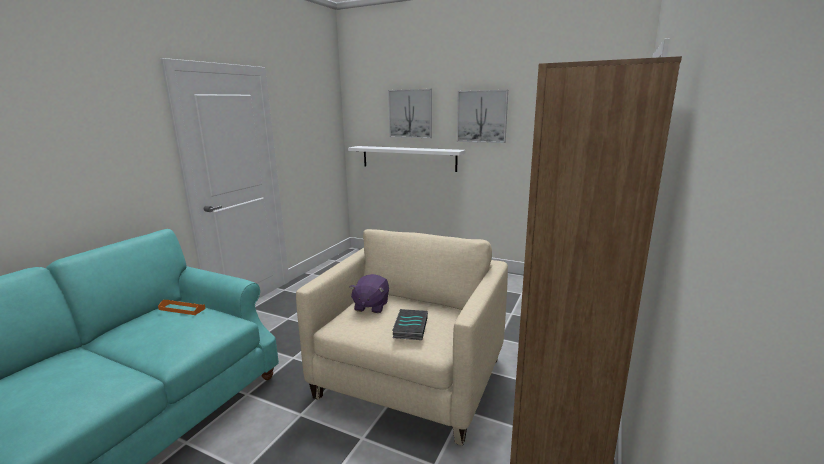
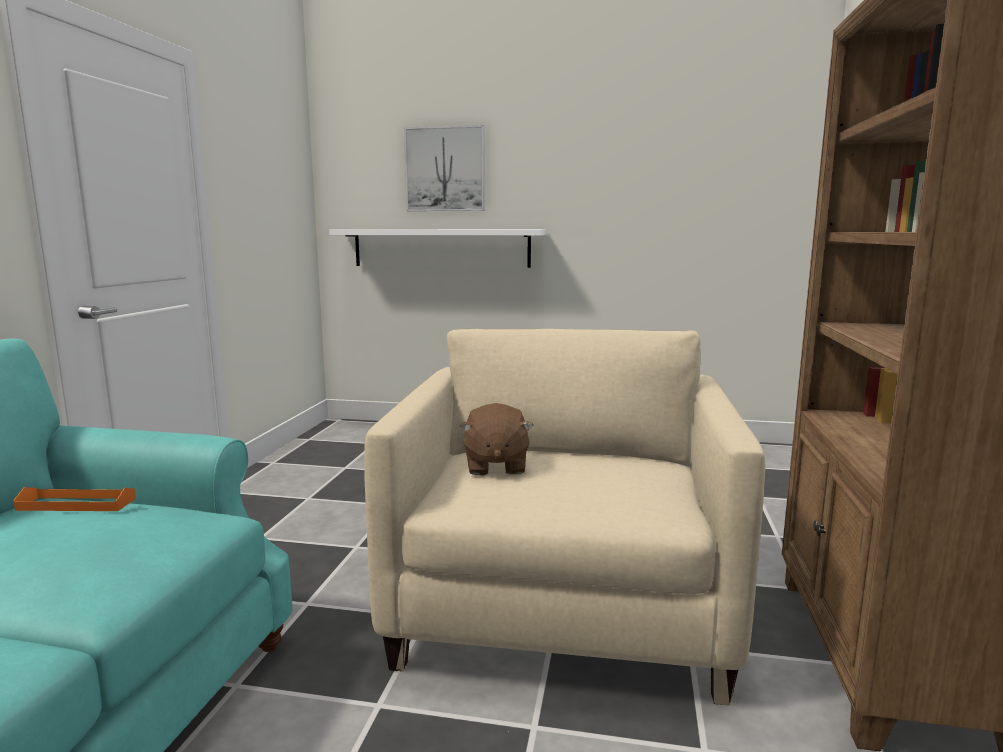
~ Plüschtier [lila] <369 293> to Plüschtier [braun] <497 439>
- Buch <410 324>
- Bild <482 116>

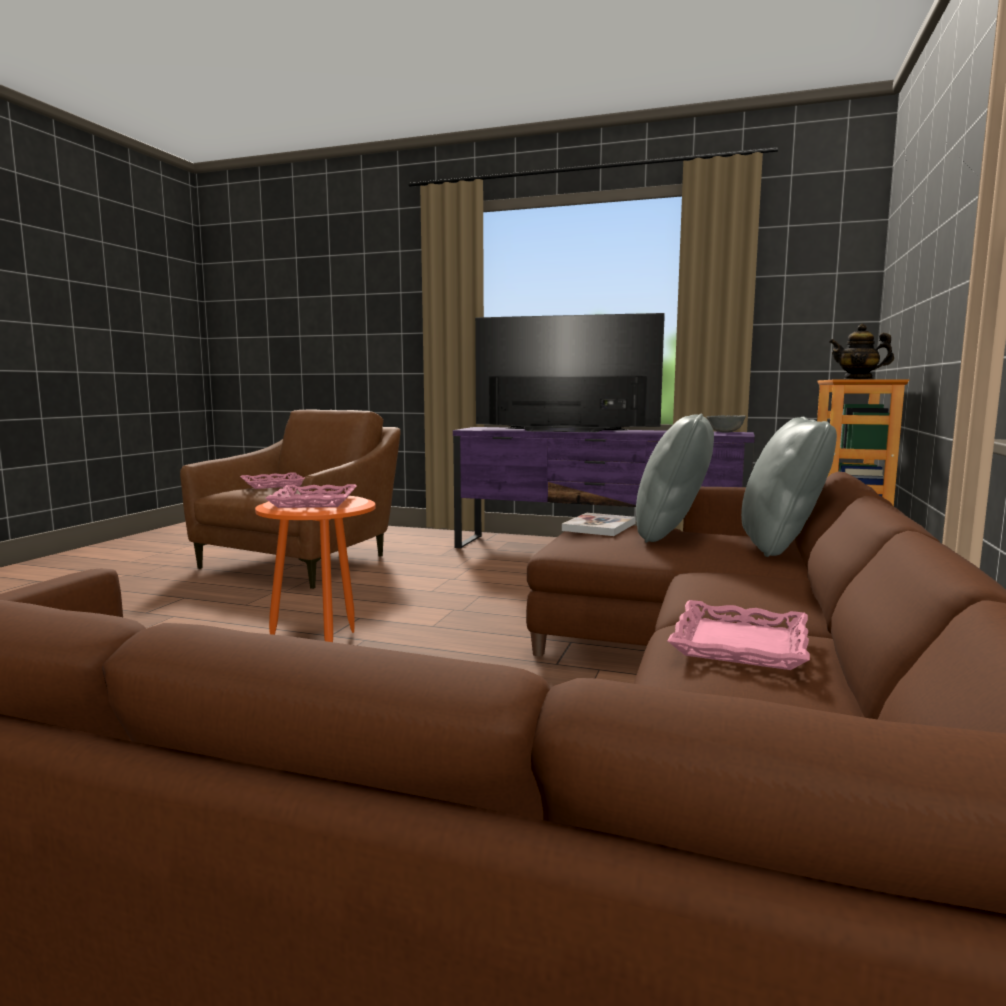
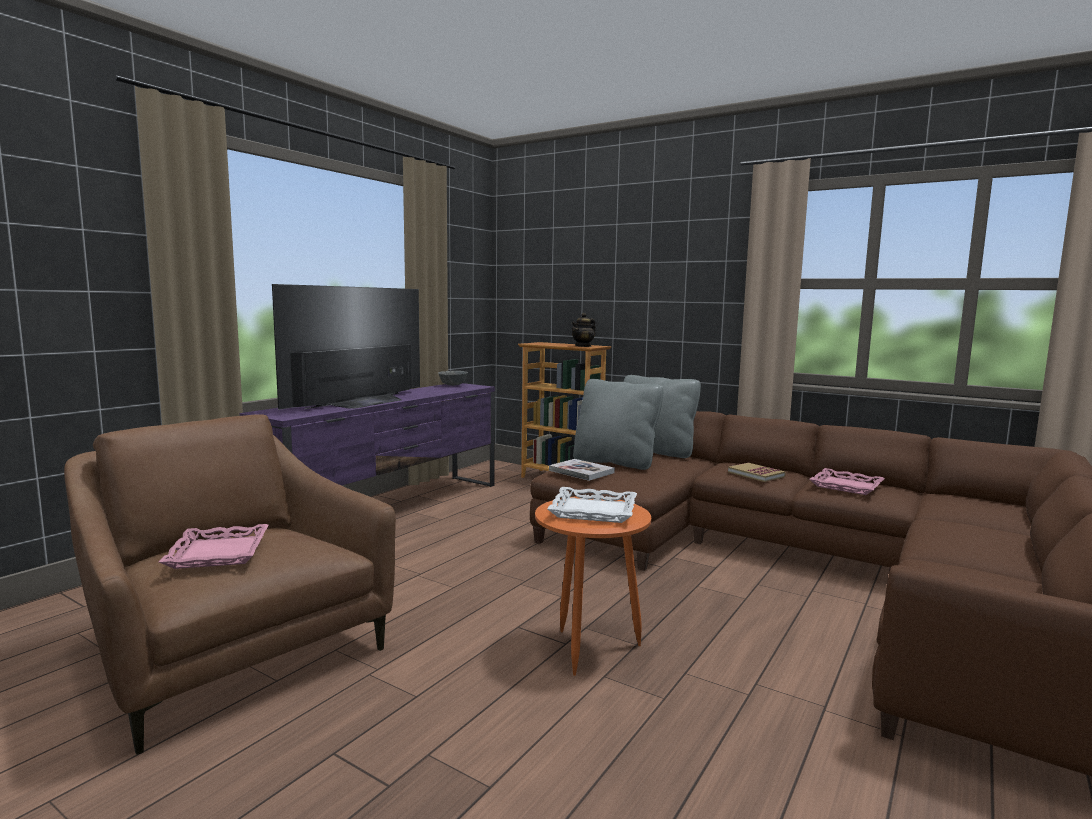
~ Tablett [rosa] <311 496> to Tablett [weiß] <592 505>
+ Buch <757 472>

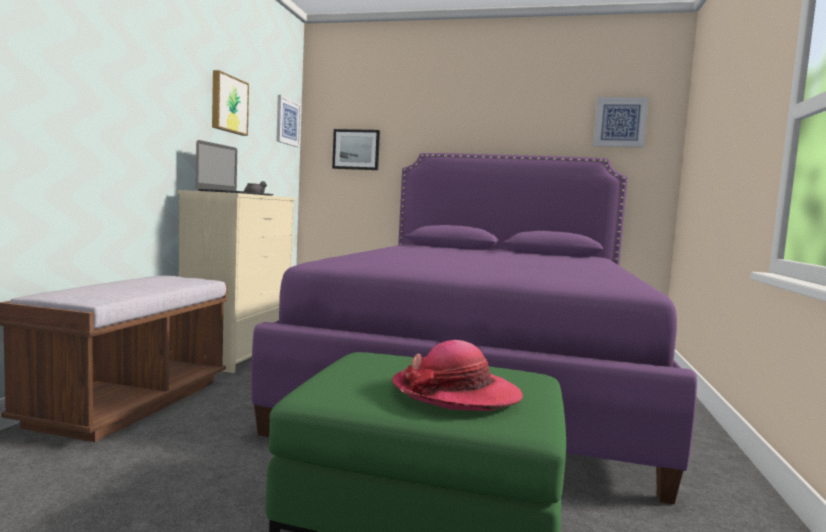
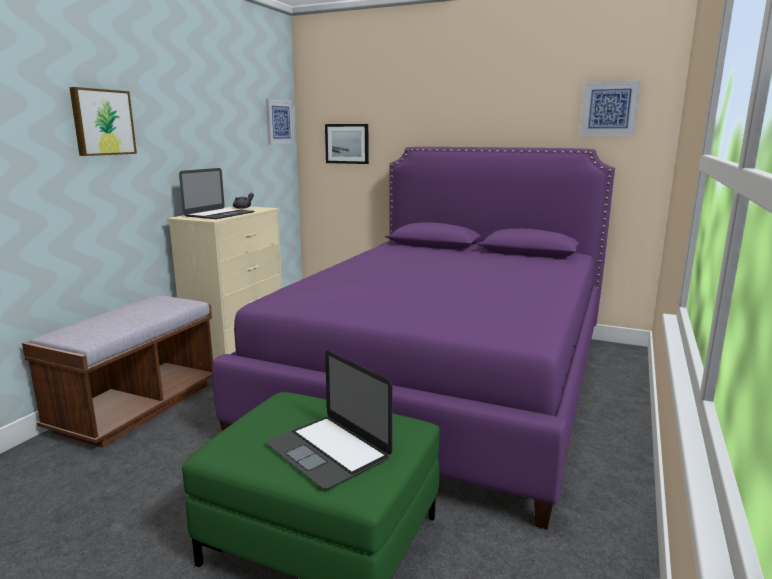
~ Bild <230 103> to <103 121>
~ Hut <457 375> to Laptop <329 420>

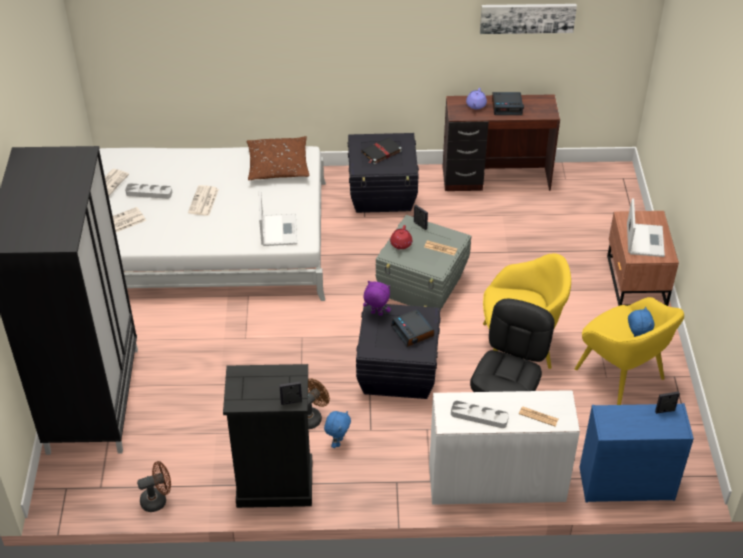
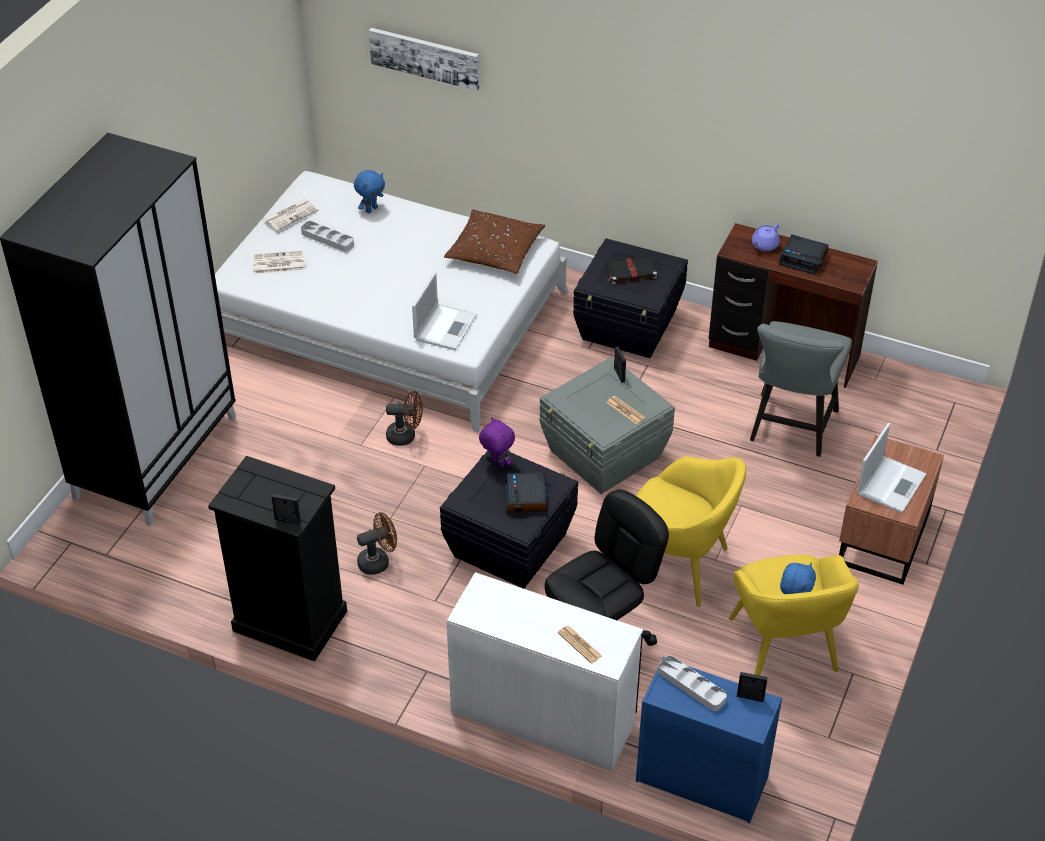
~ Plüschtier [blau] <337 429> to <369 191>
~ Bild <528 19> to <424 59>
~ Ventilator [braun] <154 486> to <404 418>
~ Tablett [grau] <480 414> to <692 683>
+ Stuhl [grau] <801 389>
- Zeitung <203 200>
- Teekanne [rot] <401 237>

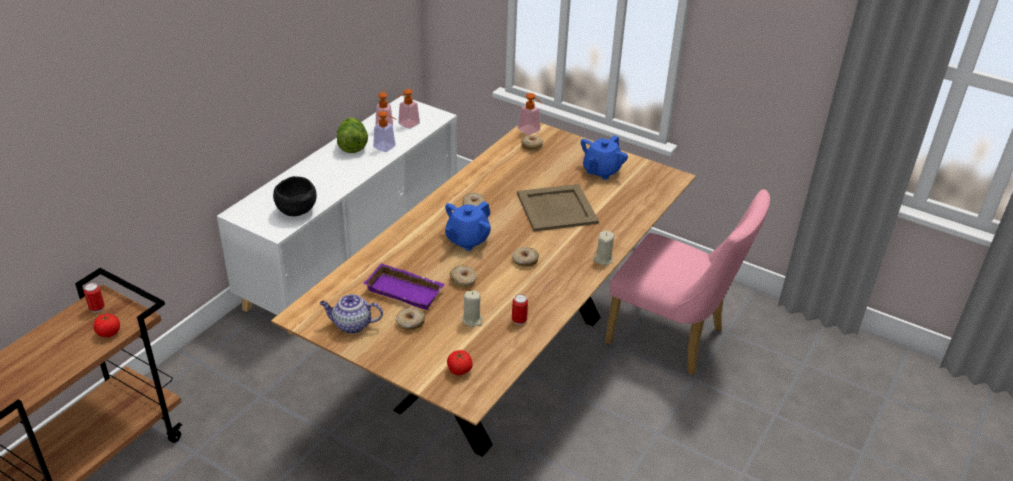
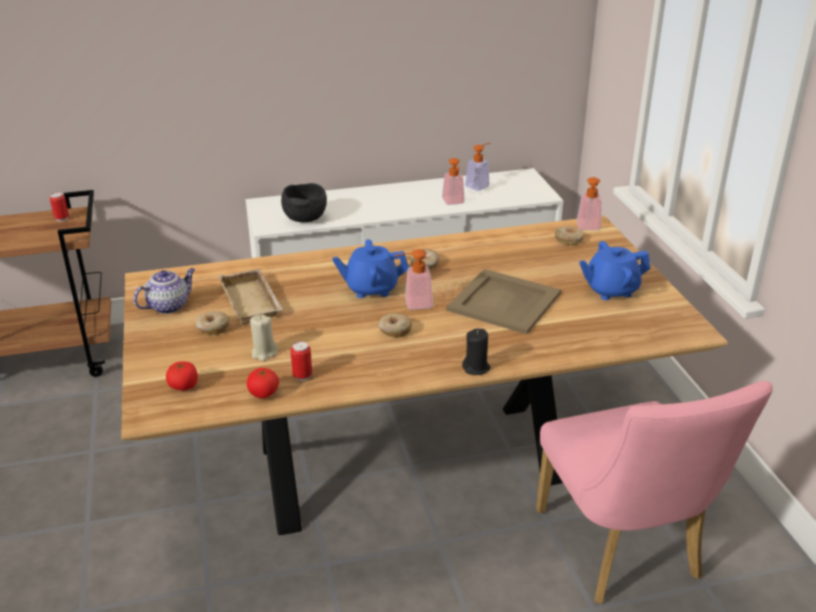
~ Teekanne <351 314> = <164 291> 90 degrees clockwise
~ Tablett [lila] <404 286> to Tablett [beige] <250 296>
~ Tomate <107 325> to <263 383>
~ Seifenspender <408 109> to <413 279>
~ Kerze [beige] <604 248> to Kerze [schwarz] <476 352>
- Salatkopf <352 135>
- Donut <463 276>

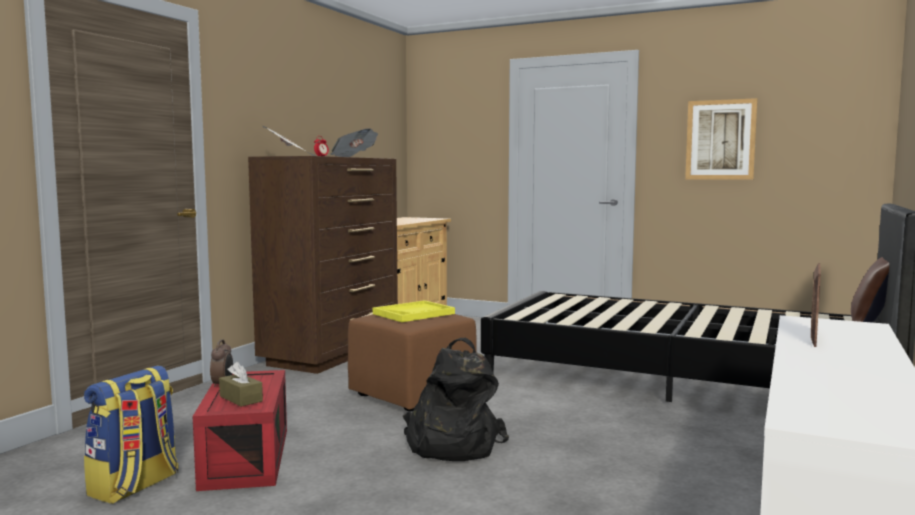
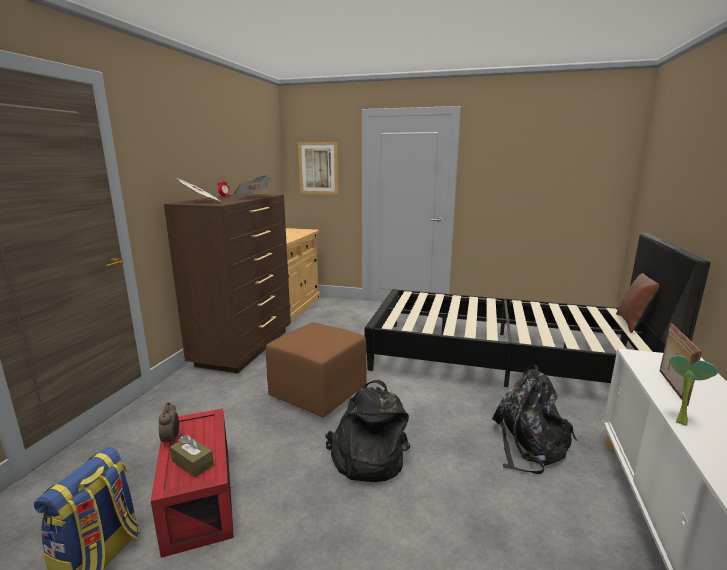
~ Bild <721 139> to <318 168>
+ Rucksack [schwarz] <534 419>
+ Topfpflanze <693 390>
- Tablett [gelb] <414 311>

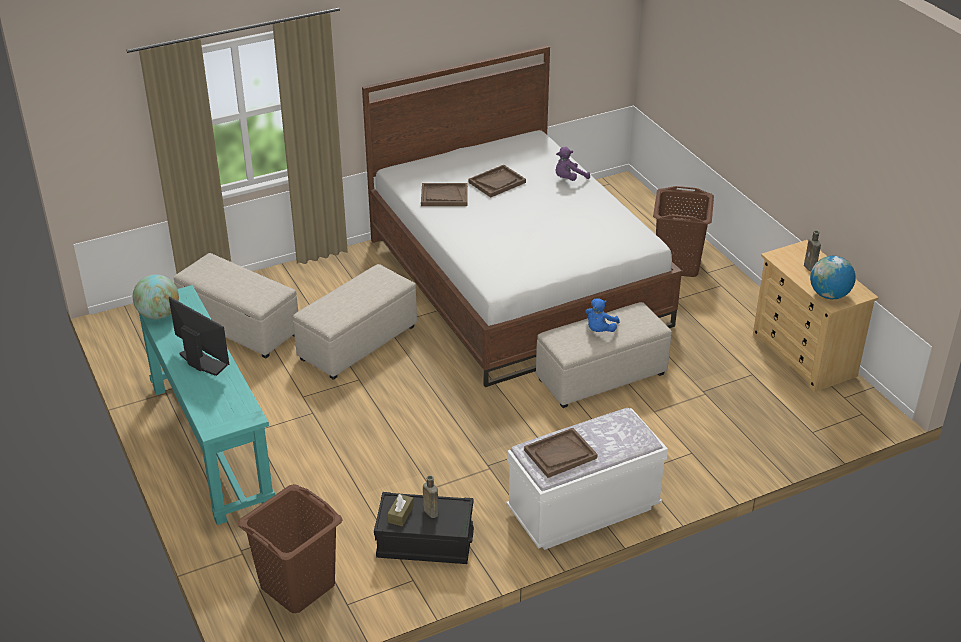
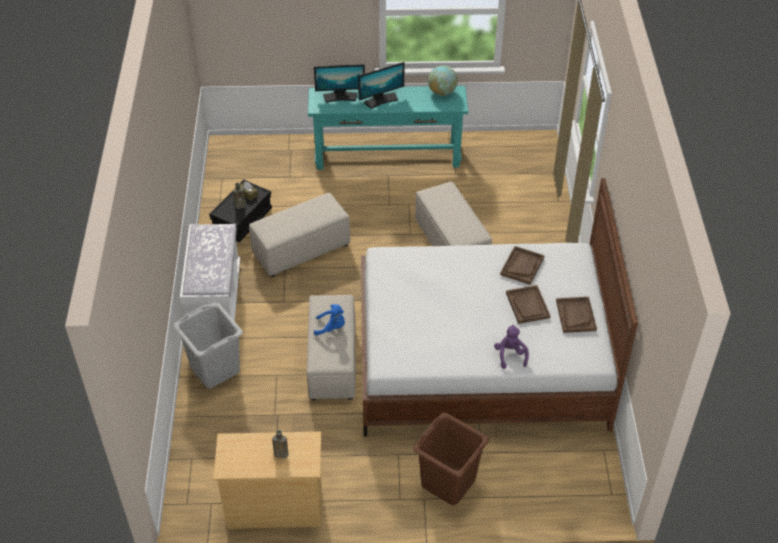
+ Wäschekorb [grau] <208 345>
~ Polsterhocker [beige] <236 305> to <299 235>
+ Monitor <339 83>
~ Plüschtier [blau] <602 315> = <329 319> 135 degrees clockwise
~ Tablett [braun] <561 453> to <576 315>
- Wäschekorb [braun] <290 548>
- Globus <832 277>

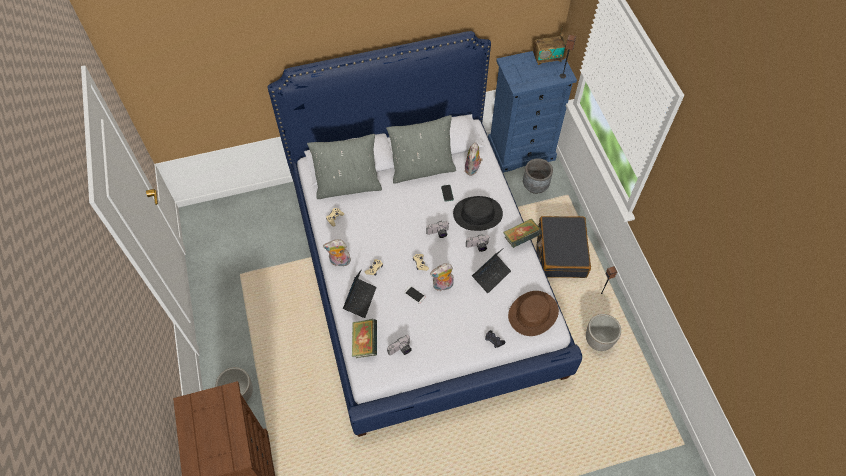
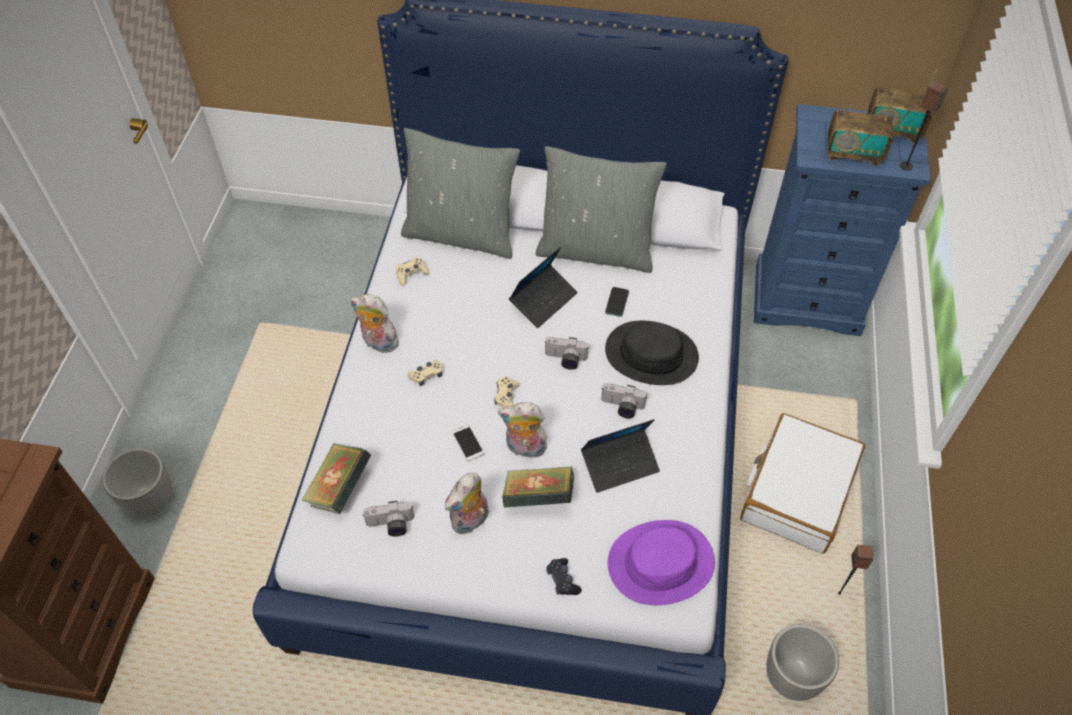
~ Plüschtier <473 159> to <467 503>
~ Buch <522 233> to <538 487>
~ Laptop <360 293> to <543 287>
~ Hut [braun] <533 313> to Hut [lila] <661 562>
~ Koffer [schwarz] <563 247> to Koffer [weiß] <802 483>
+ Radio <861 129>
- Pflanzkübel [grau] <538 176>

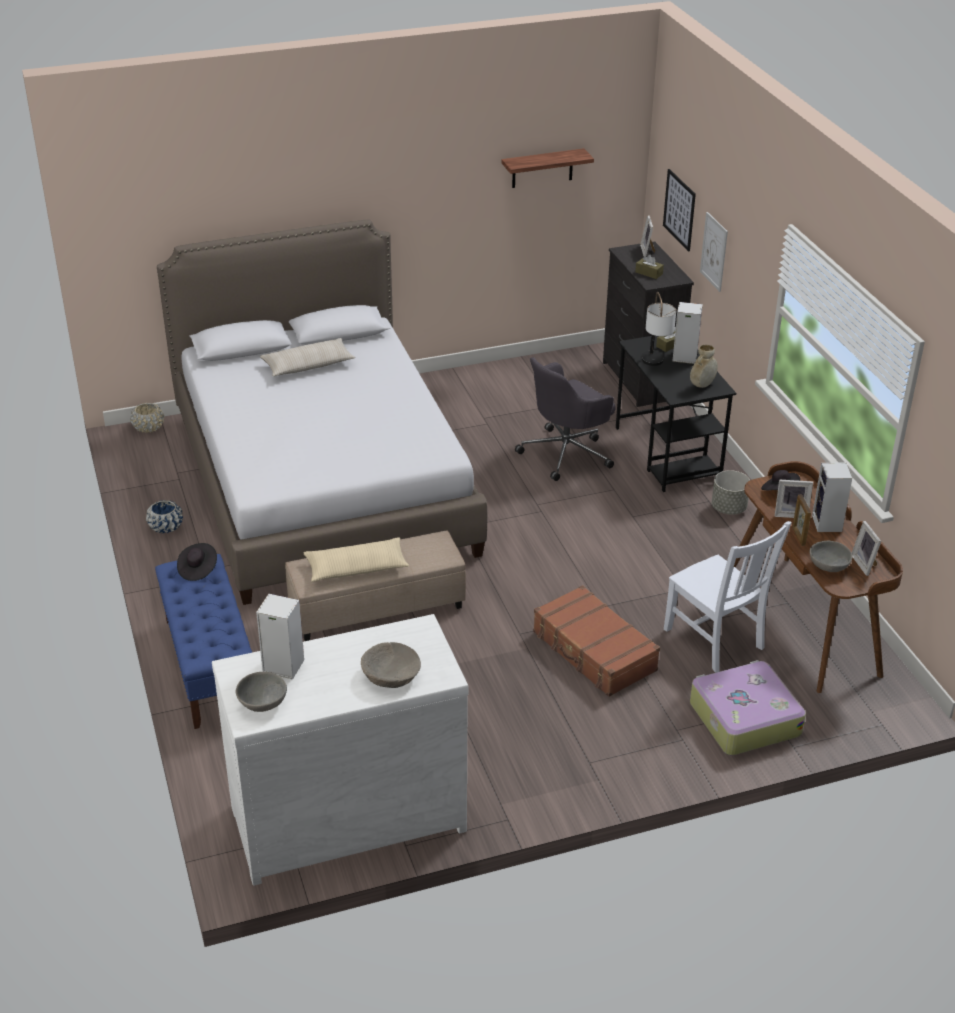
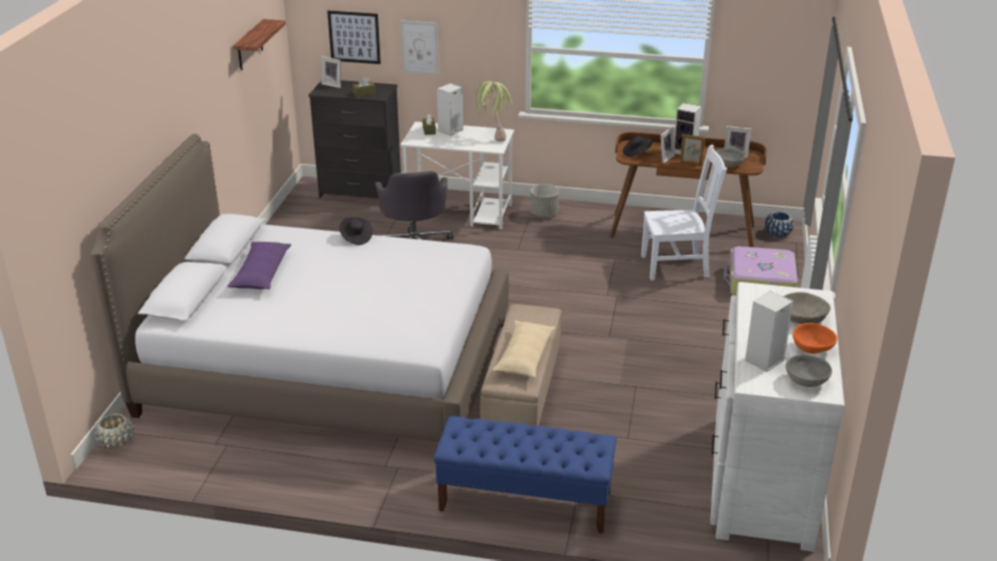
~ Kissen [beige] <307 357> to Kissen [lila] <259 265>
~ Hut [schwarz] <197 562> to <356 231>
~ Schreibtisch [schwarz] <676 414> to Schreibtisch [weiß] <457 175>
~ Vase [beige] <704 366> to Topfpflanze <493 111>
~ Pflanzkübel [blau] <164 516> to <779 224>
+ Schüssel [orange] <815 338>
- Koffer [braun] <596 641>
- Tischlampe <659 329>

